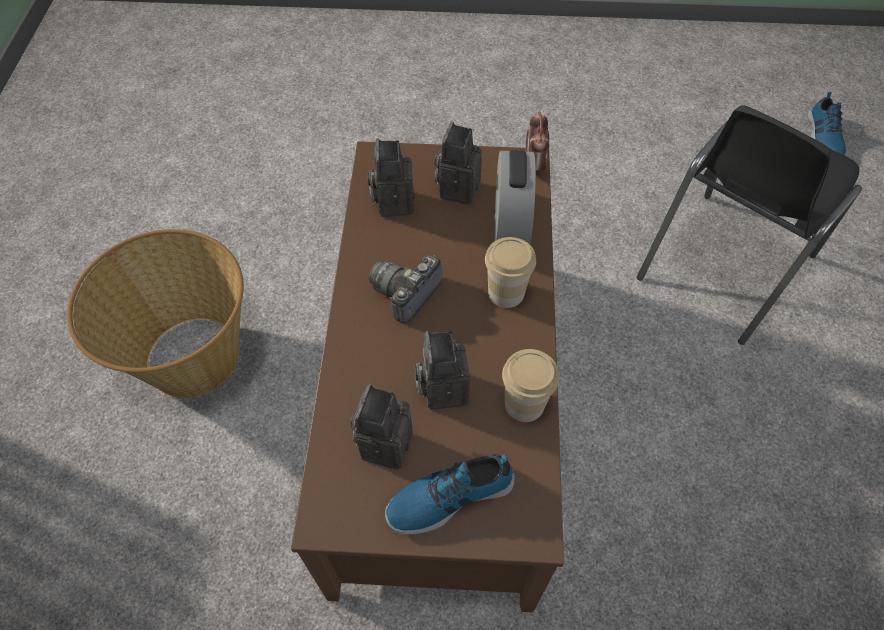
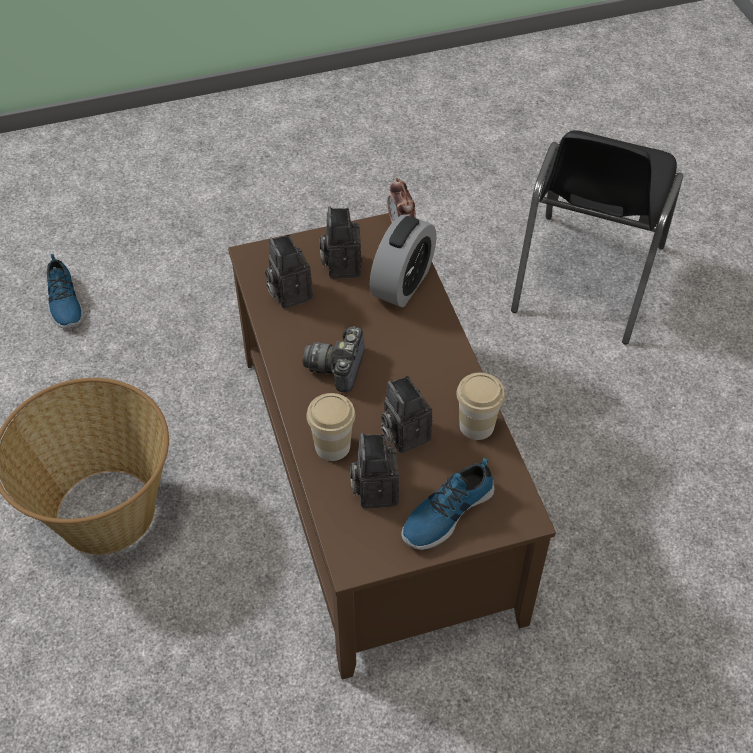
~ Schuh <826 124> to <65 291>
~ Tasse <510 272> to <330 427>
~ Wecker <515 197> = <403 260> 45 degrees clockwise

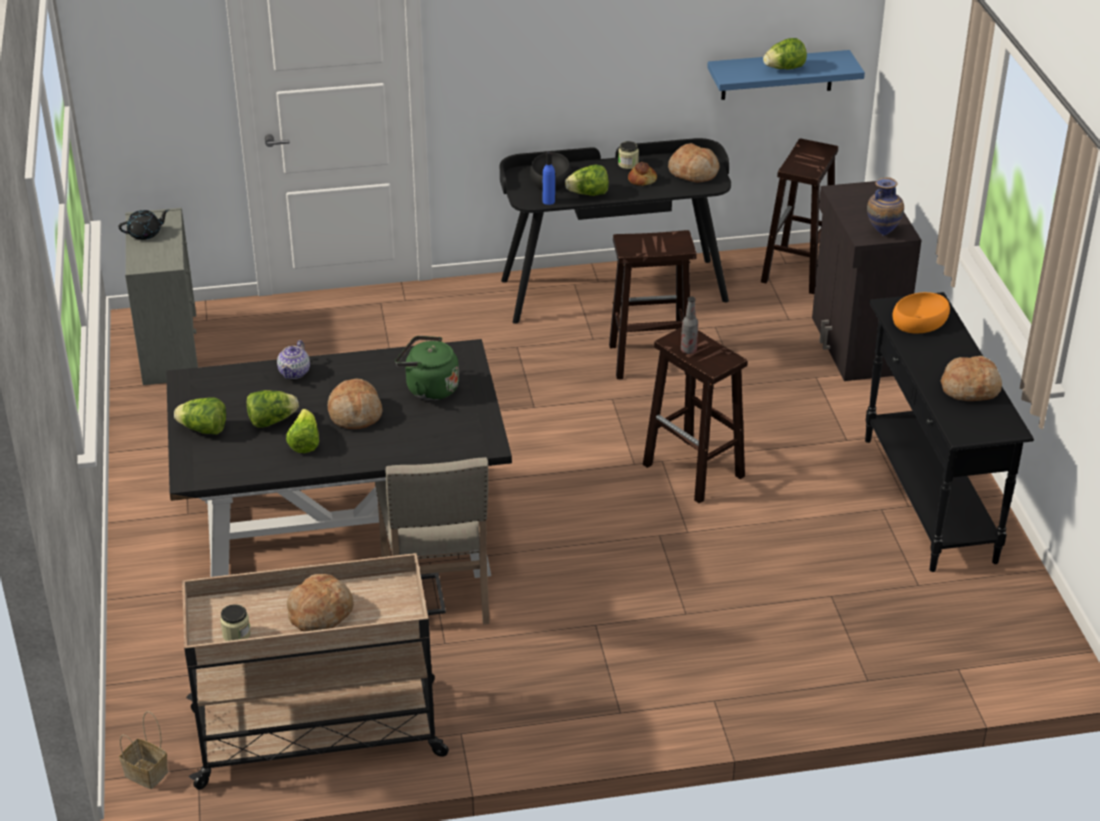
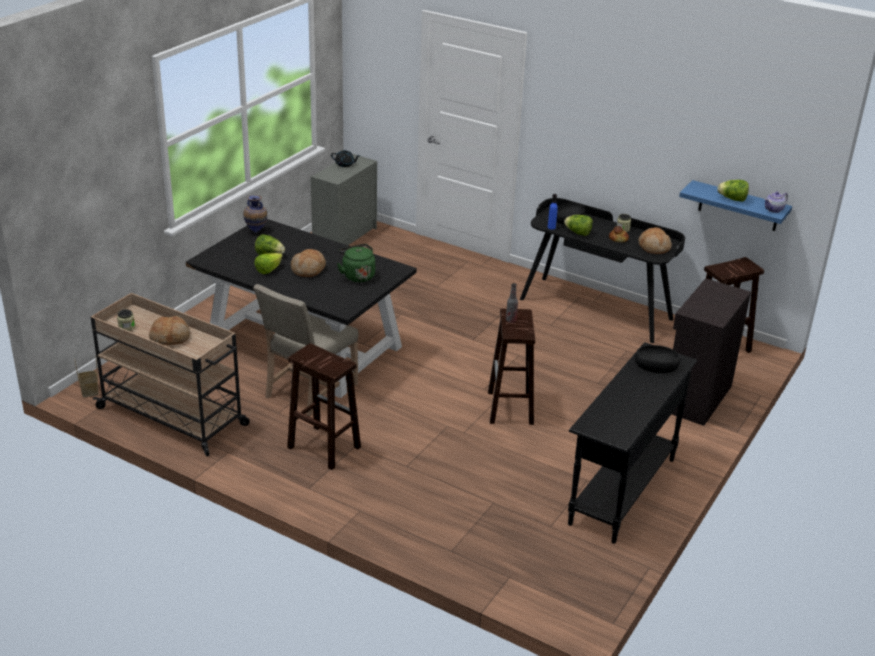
~ Vase <885 207> to <255 214>
~ Hocker [braun] <652 304> to <324 406>
~ Schüssel [orange] <921 312> to Schüssel [schwarz] <657 359>
~ Teekanne <293 359> to <776 202>
- Salatkopf <200 416>
- Brot <971 378>

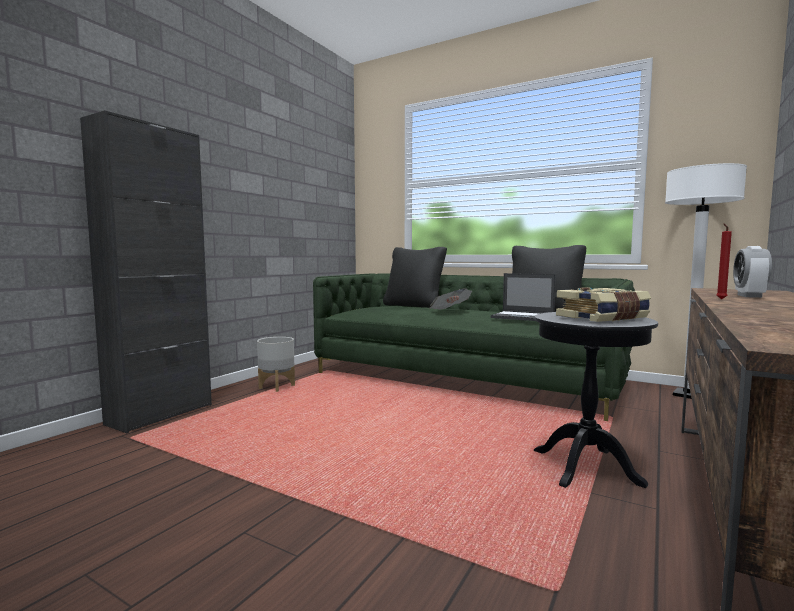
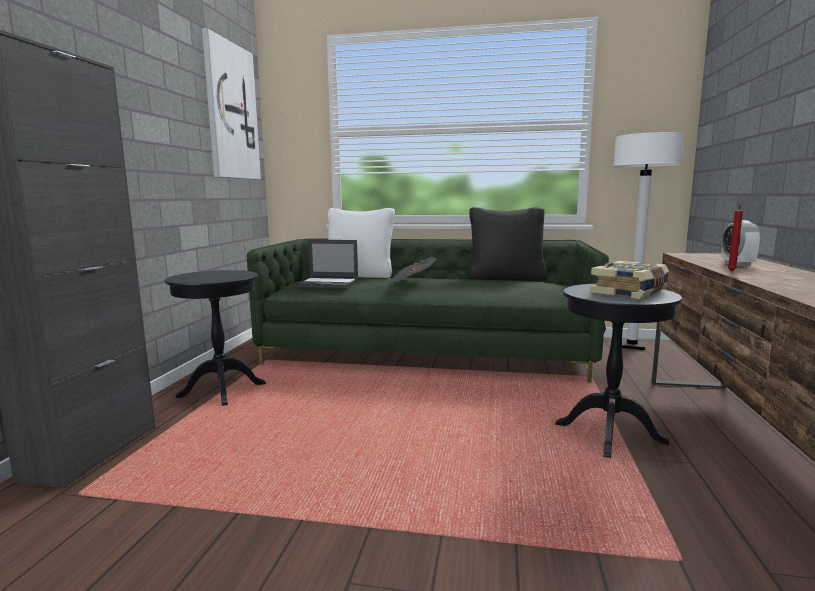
~ Pflanzkübel [grau] <276 364> to Beistelltisch [schwarz] <215 338>
+ Bild <231 104>
~ Laptop <523 297> to <326 264>
~ Kissen [schwarz] <415 277> to Kissen [weiß] <361 243>

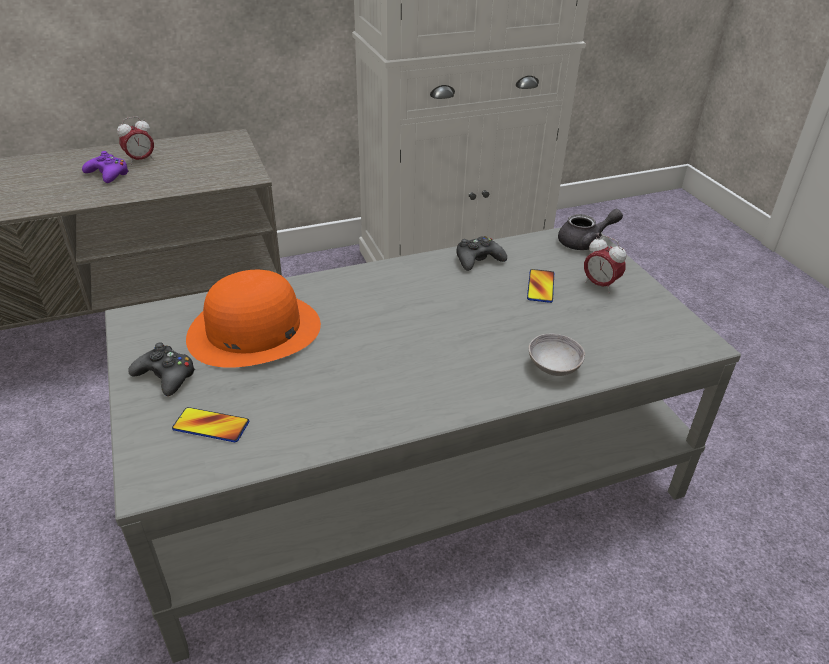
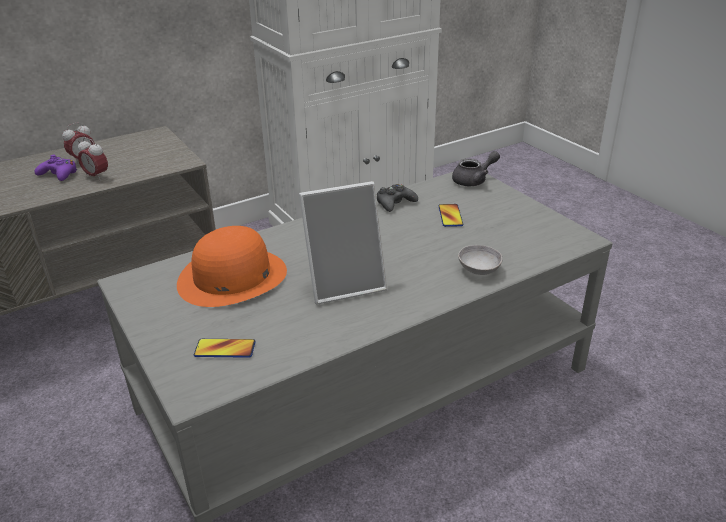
~ Wecker <605 264> to <93 159>
+ Bilderrahmen <343 243>
- Gamepad [schwarz] <161 369>

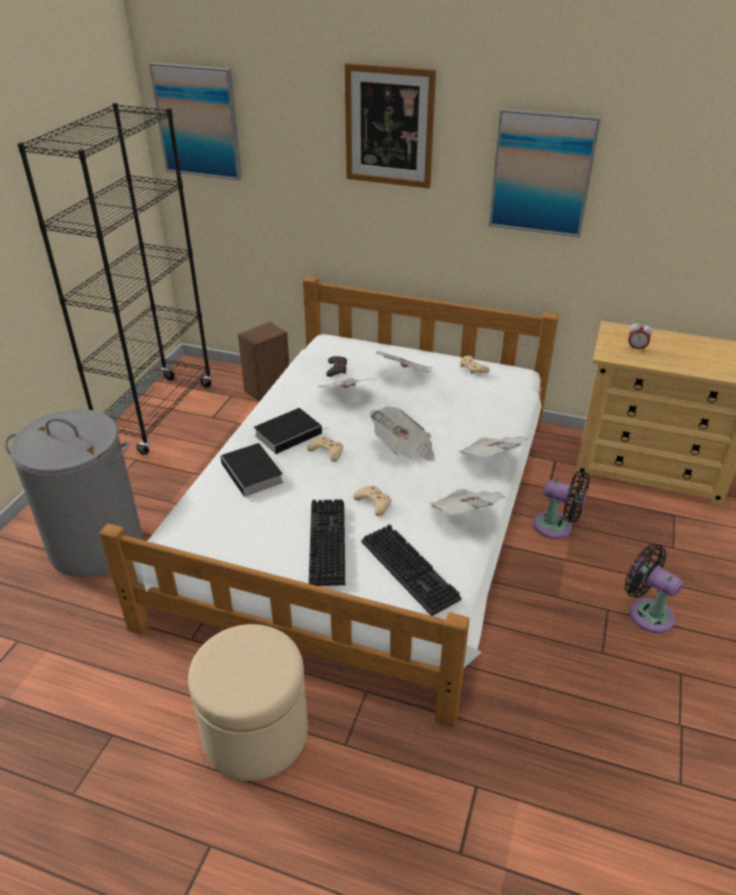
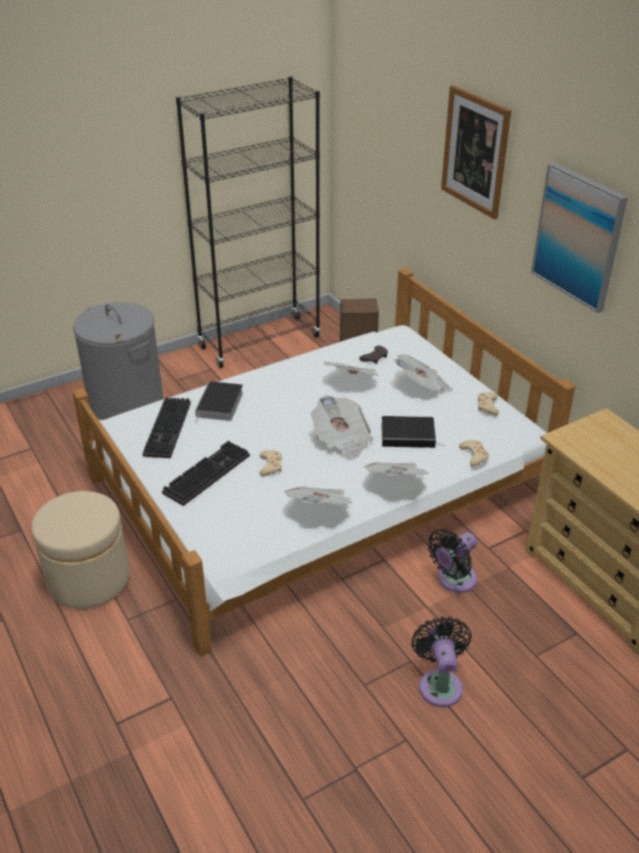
~ Tastatur <411 570> to <166 427>
~ Buch <291 431> to <412 432>
~ Ventilator [schwarz] <561 505> = <452 561> 75 degrees clockwise
~ Gamepad [beige] <325 449> to <474 453>
- Bild <195 121>
- Wecker <640 336>

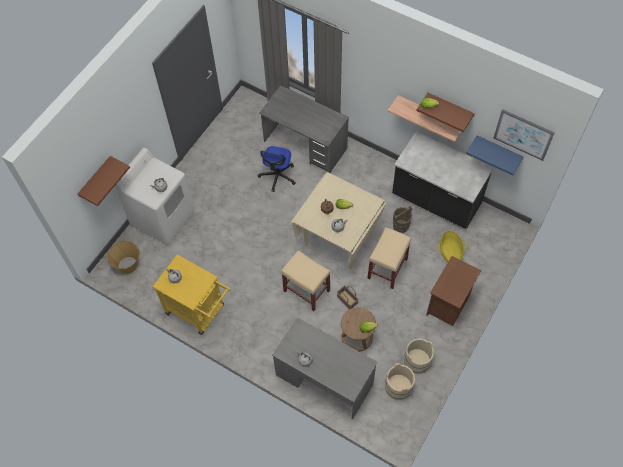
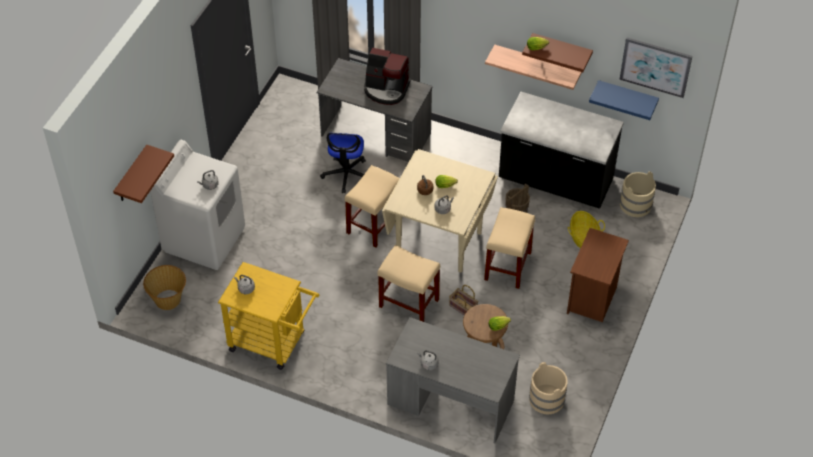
+ Hocker [beige] <372 206>
+ Kaffeemaschine <387 76>
~ Eimer [beige] <419 356> to <638 194>

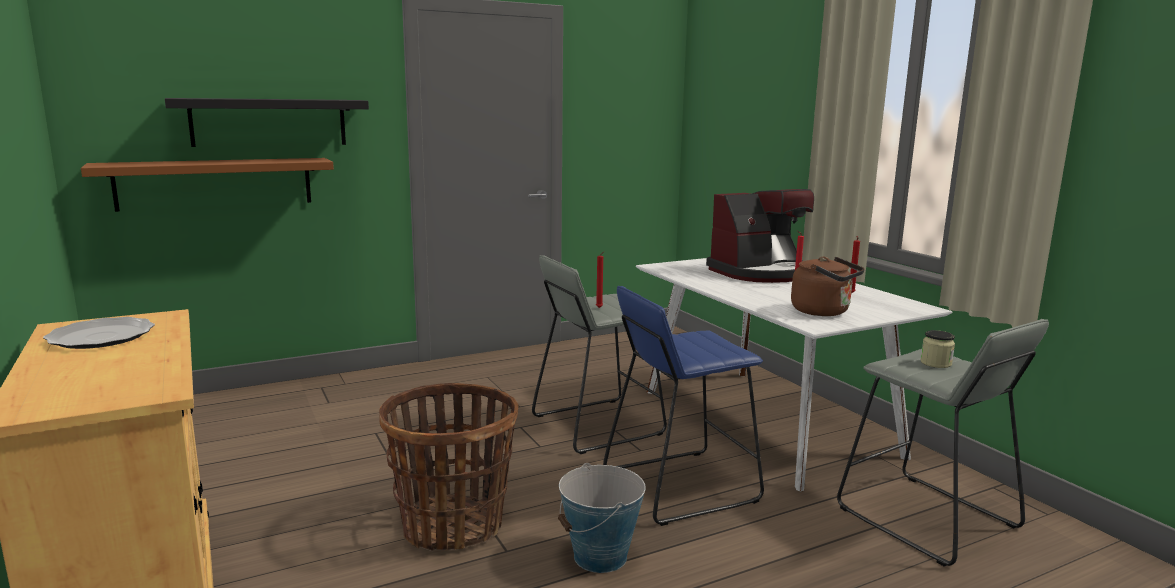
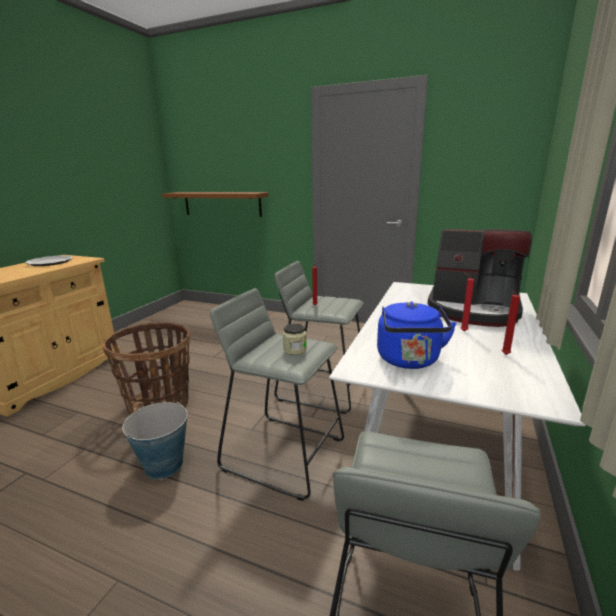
~ Hocker [blau] <683 406> to Hocker [grau] <277 394>
~ Vorratsglas <937 349> to <295 339>
~ Wasserkessel [braun] <828 286> to Wasserkessel [blau] <417 335>
- Wandregal [schwarz] <267 122>

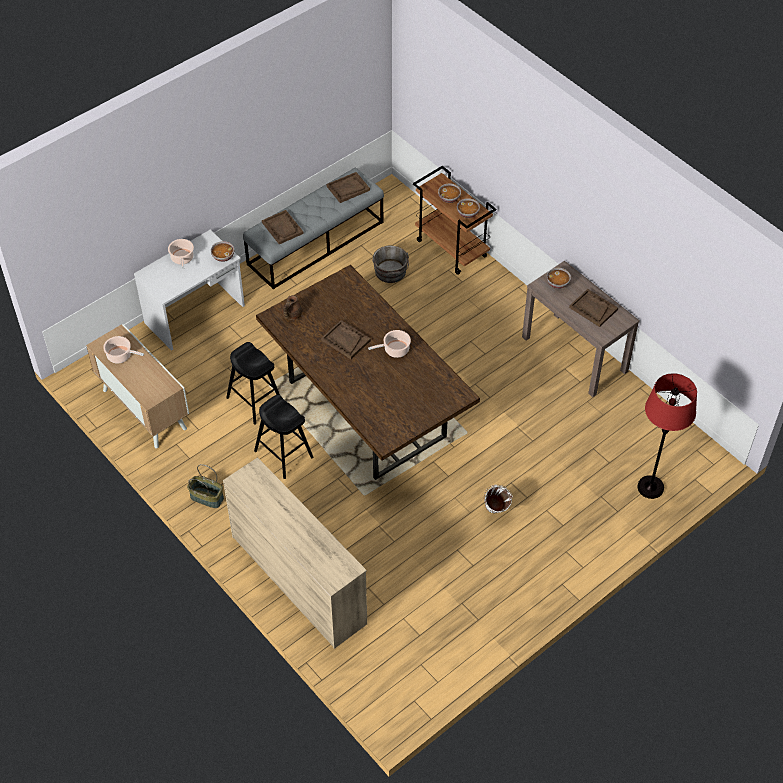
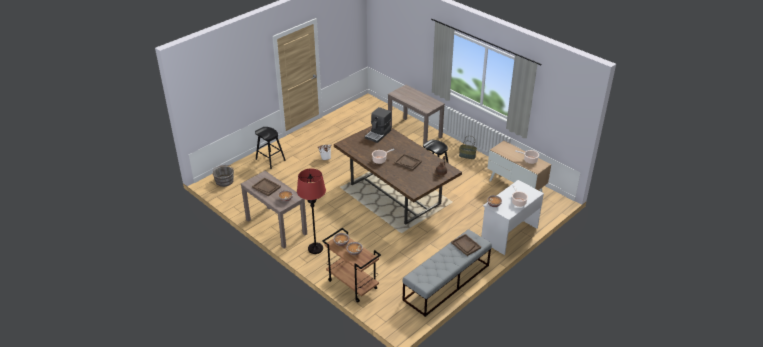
~ Eimer [grau] <390 264> to <223 176>
~ Hocker [schwarz] <253 383> to <270 148>
~ Stehlampe [rot] <667 436> to <311 211>
+ Kaffeemaschine <378 125>
~ Kommode [beige] <295 553> to Konsolentisch [braun] <416 114>
- Tablett [braun] <348 187>

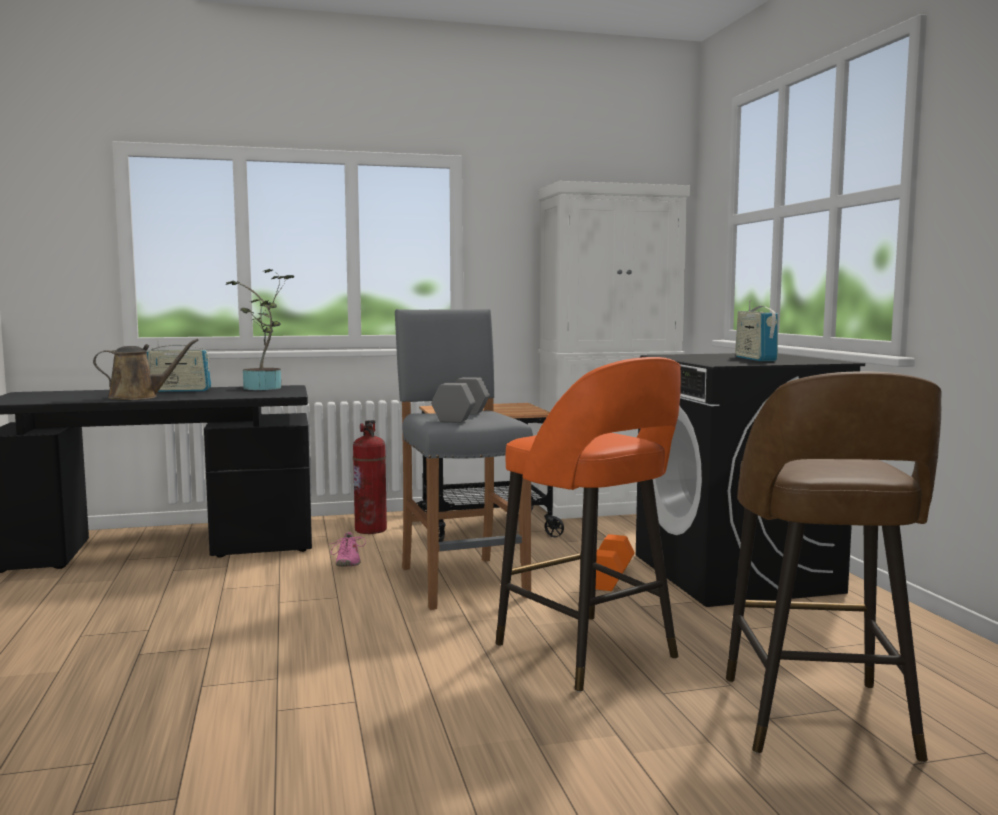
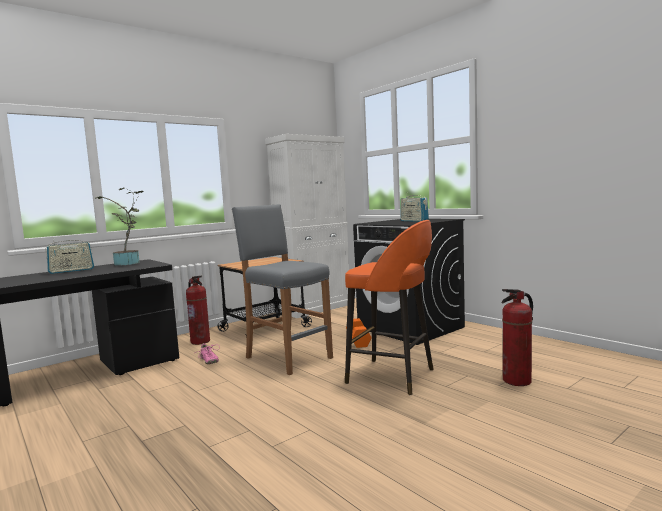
~ Hocker [braun] <834 566> to Feuerlöscher <517 337>
- Gießkanne [braun] <146 369>
- Hantel [grau] <460 400>

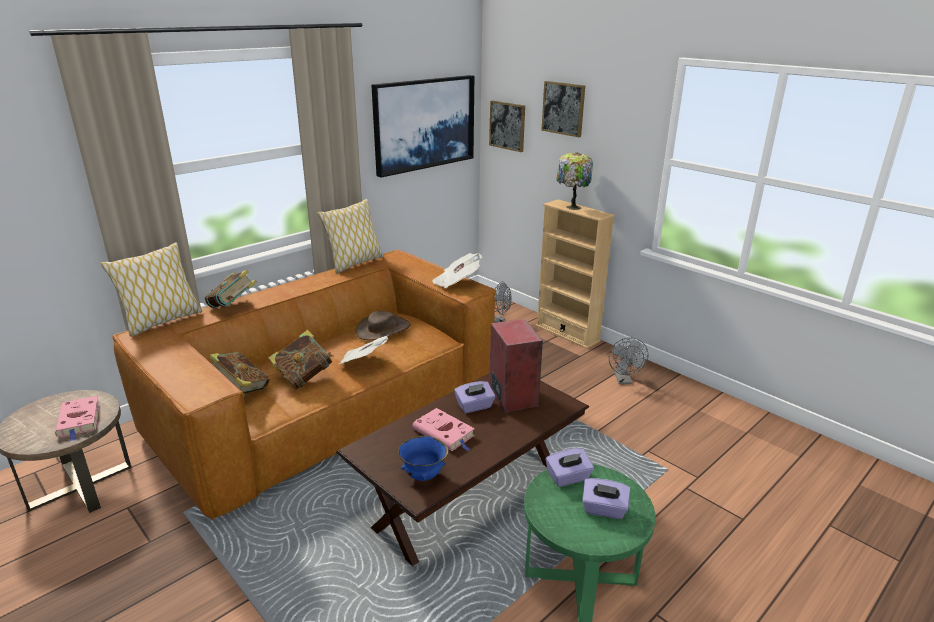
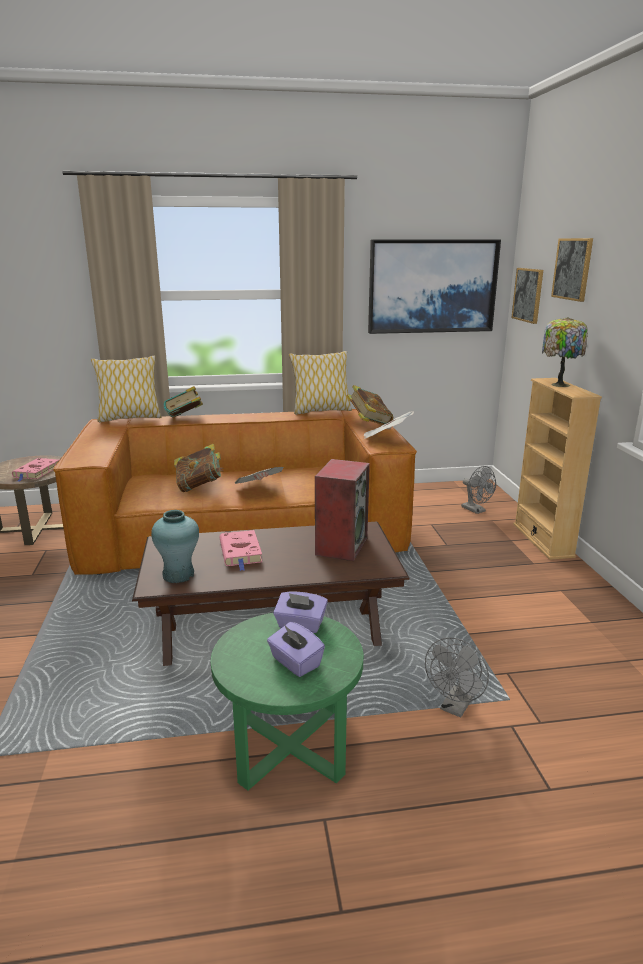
~ Schüssel [blau] <423 458> to Vase [türkis] <175 546>
~ Buch <239 374> to <369 405>
~ Ventilator [grau] <628 361> to <457 677>
- Hut [braun] <383 325>
- Taschentuchbox [lila] <474 397>

